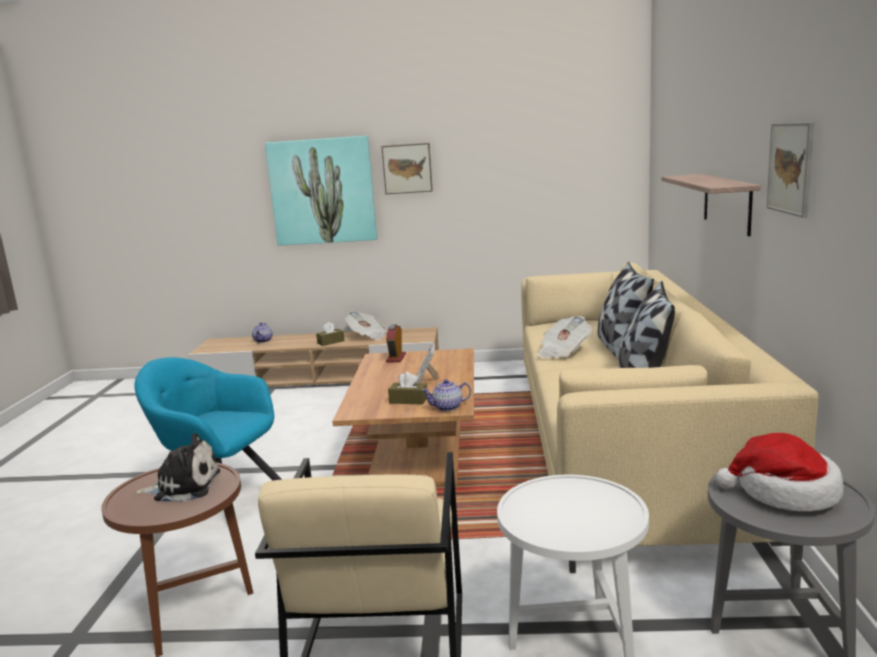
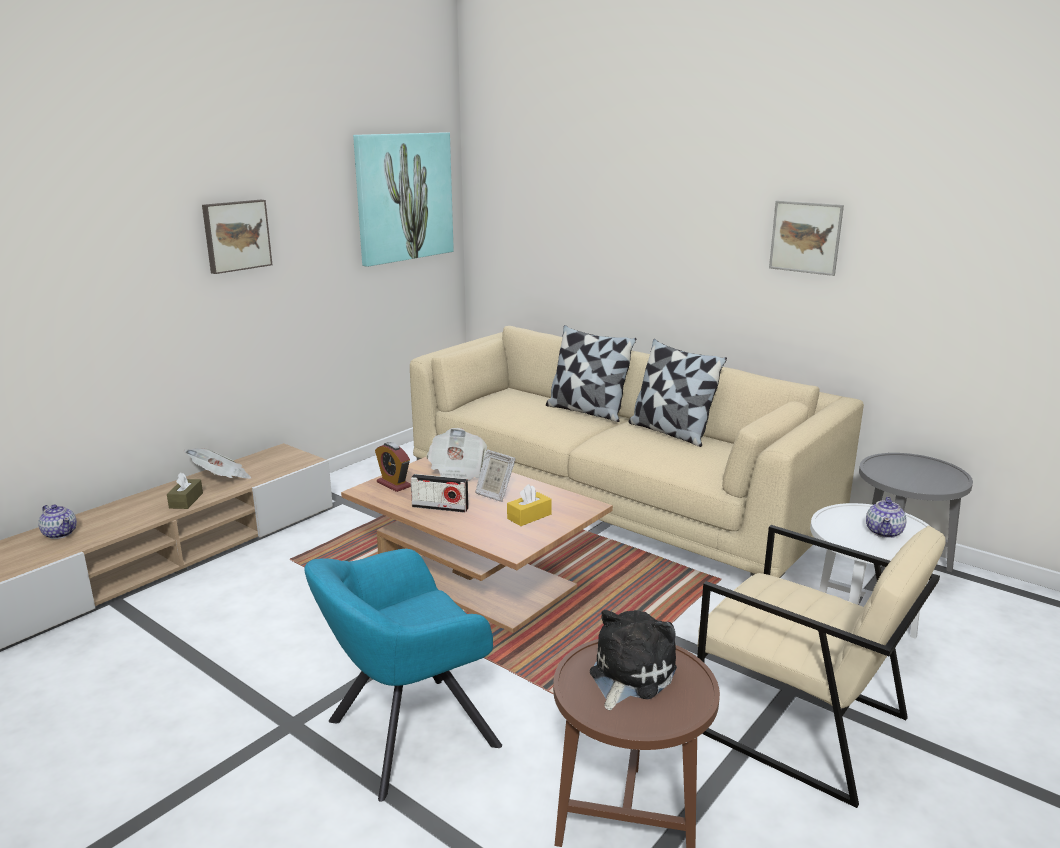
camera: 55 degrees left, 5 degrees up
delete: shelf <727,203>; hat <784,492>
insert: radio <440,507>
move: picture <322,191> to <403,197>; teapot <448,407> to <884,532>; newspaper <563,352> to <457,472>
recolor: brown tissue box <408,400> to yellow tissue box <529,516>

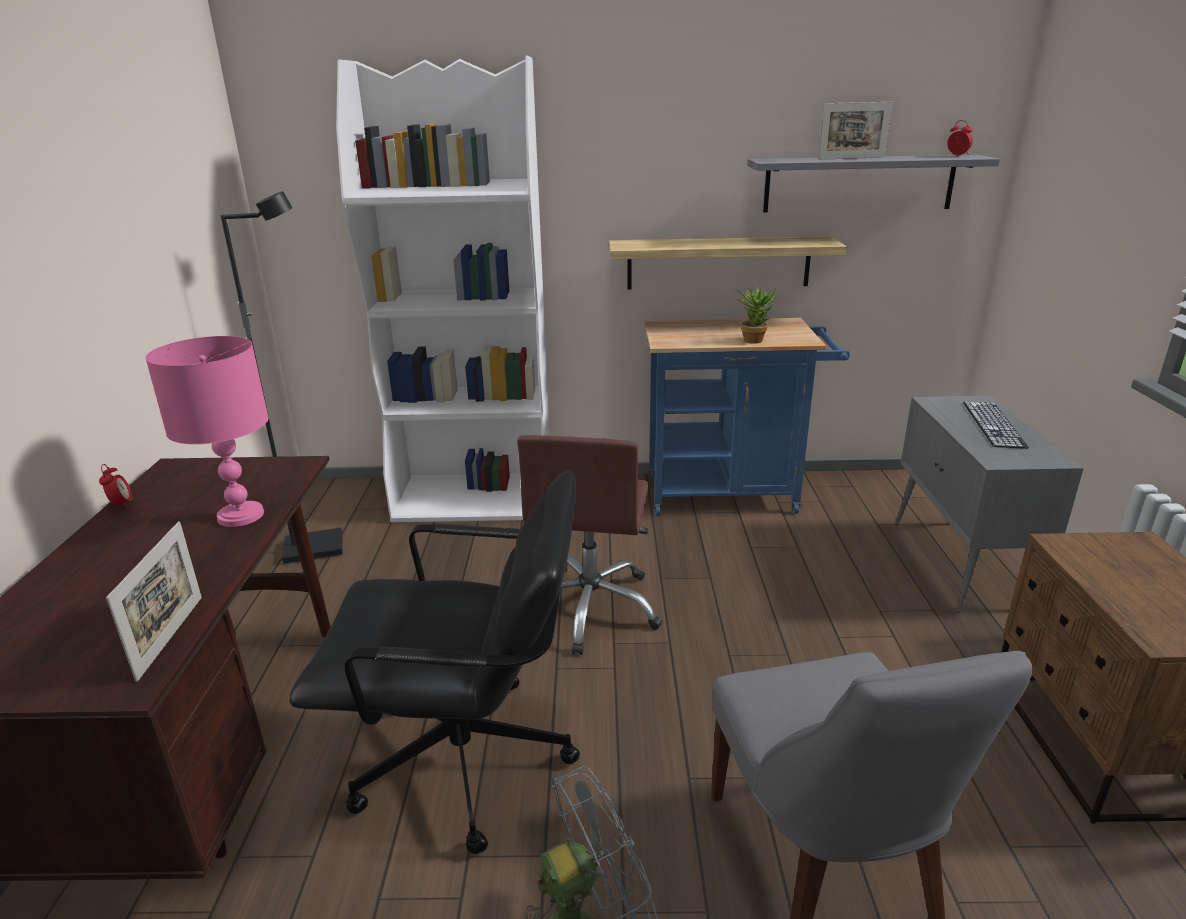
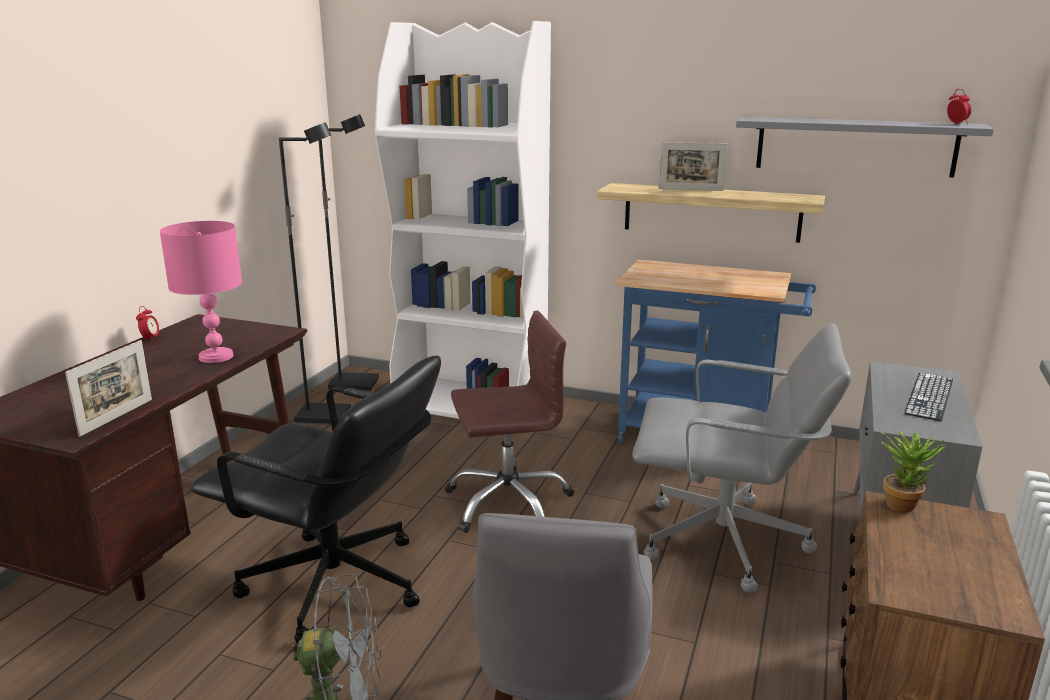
camera: 20 degrees right, 5 degrees down
insert: black floor lamp <355,384>; grey office chair <725,542>
move: potted plant <754,340> to <903,503>; picture frame <851,158> to <691,189>
rotate: brown office chair <591,608> = <508,502> 135 degrees counterclockwise

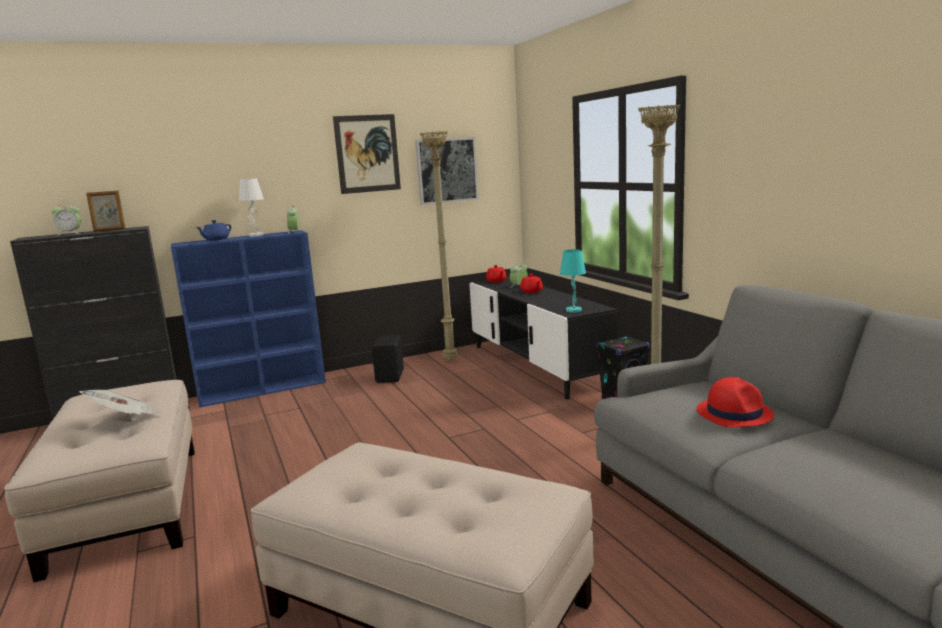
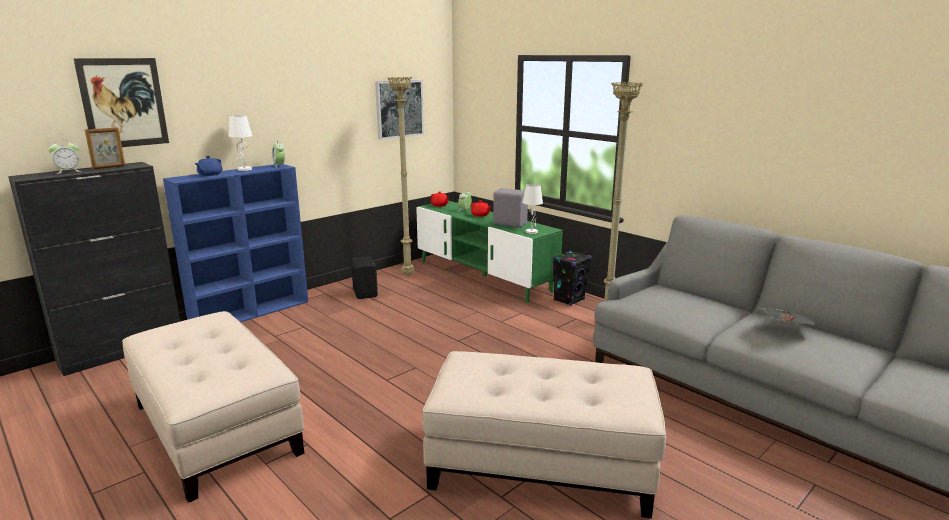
camera: 20 degrees left, 5 degrees up
delete: red hat <734,413>
insert: grey speaker <510,224>
move: newspaper <126,419> to <784,330>; picture <367,153> to <123,103>
recolor: black tv stand <535,365> to green tv stand <483,276>; turquoise table lamp <574,310> to white table lamp <532,232>

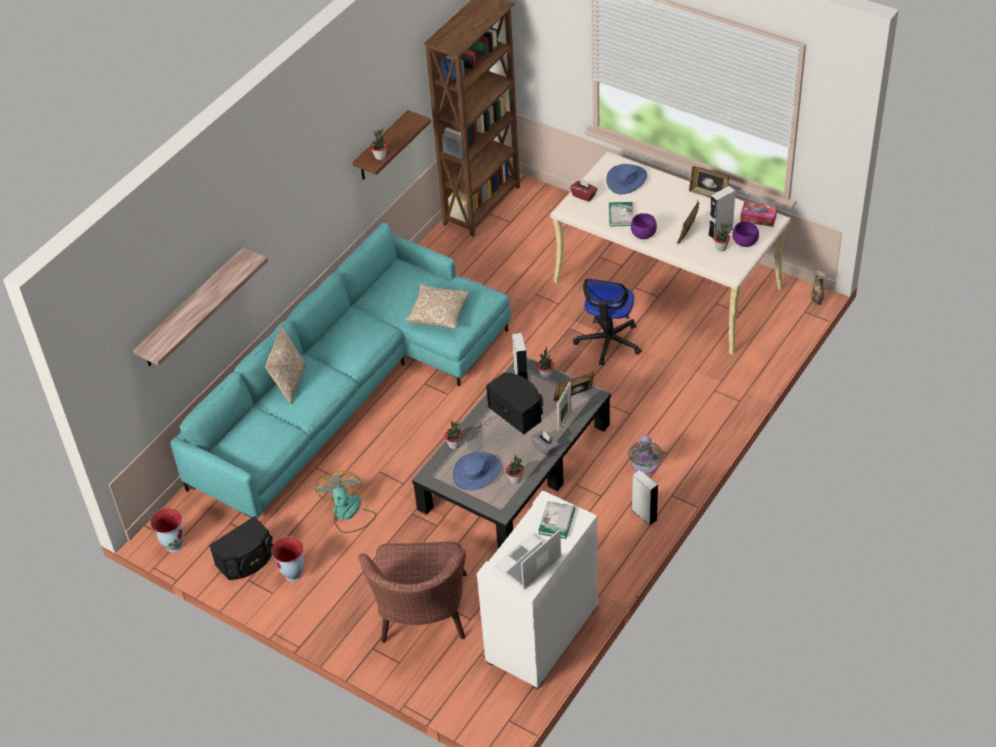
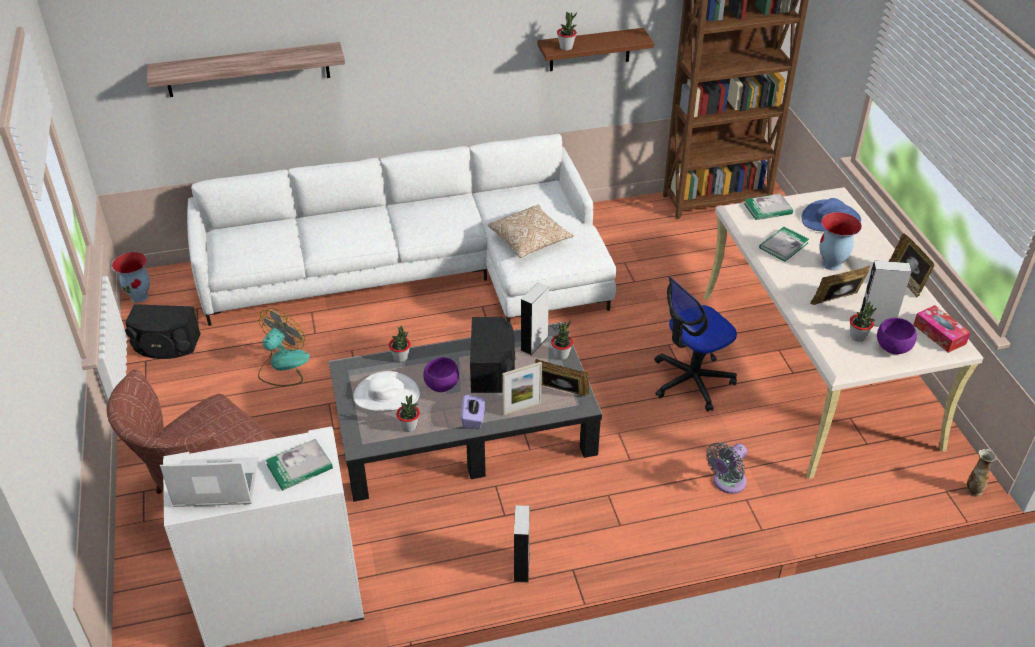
camera: 40 degrees right, 5 degrees down
delete: pillow <289,383>
move: vase <293,575> to <831,264>; grey fan <645,467> to <726,483>; purple bowl <642,235> to <441,385>
replace: red tissue box <584,195> to book <768,209>
recolor: turquoise sofa <350,388> to white sofa <420,271>; blue hat <477,472> to white hat <386,395>; grey tissue box <545,448> to purple tissue box <473,419>

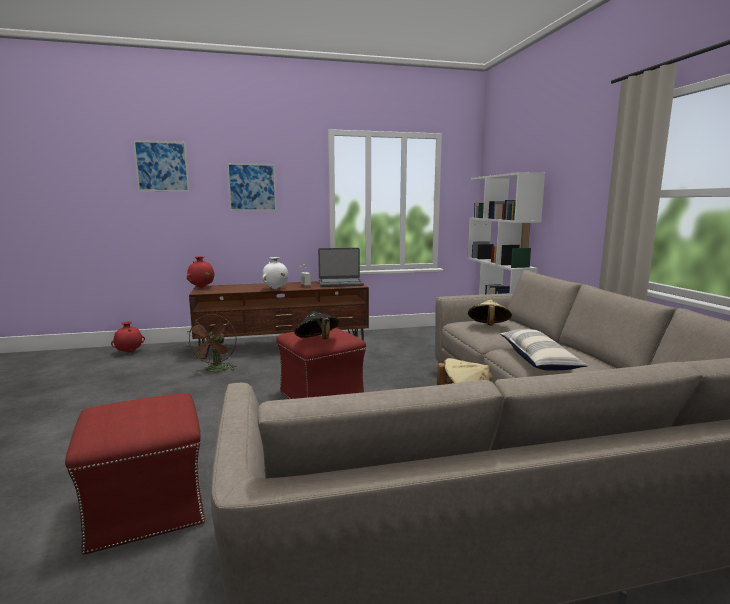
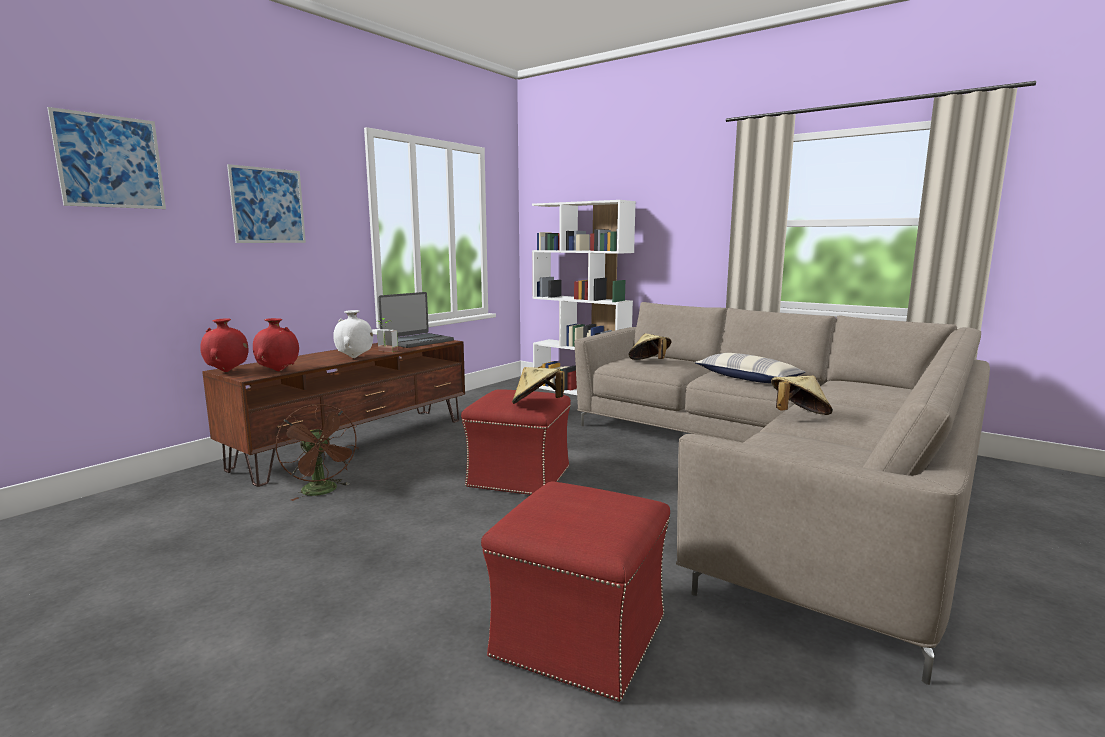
camera: 40 degrees left, 0 degrees up
move: red vase <129,352> to <278,371>
recolor: black hat <317,341> to beige hat <537,404>

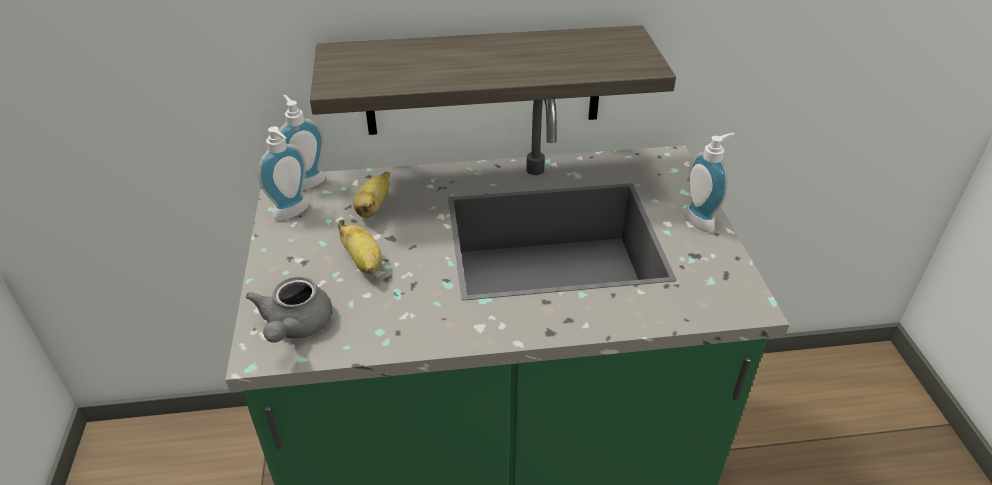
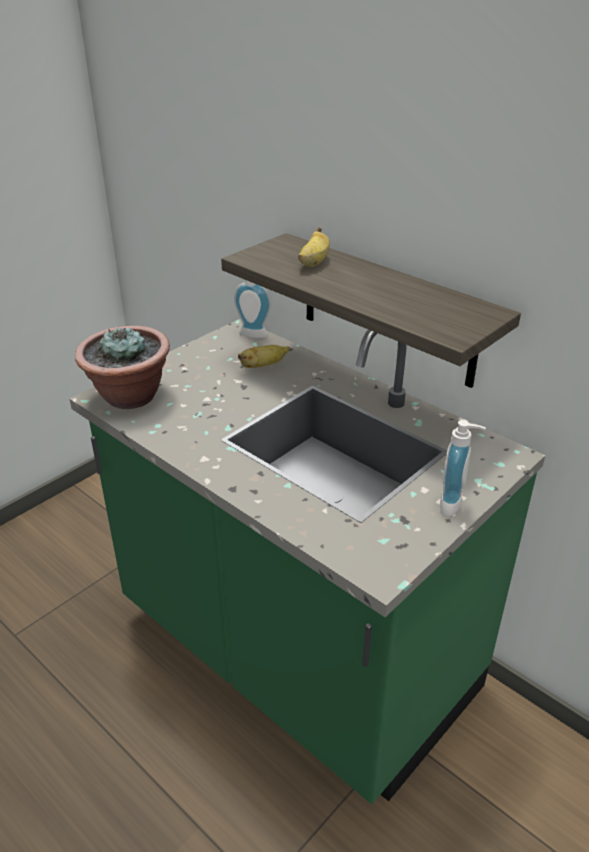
camera: 50 degrees right, 5 degrees down
delete: soap dispenser <294,213>
move: banana <364,262> to <314,262>
replace: grey teapot <295,327> to potted plant <129,396>

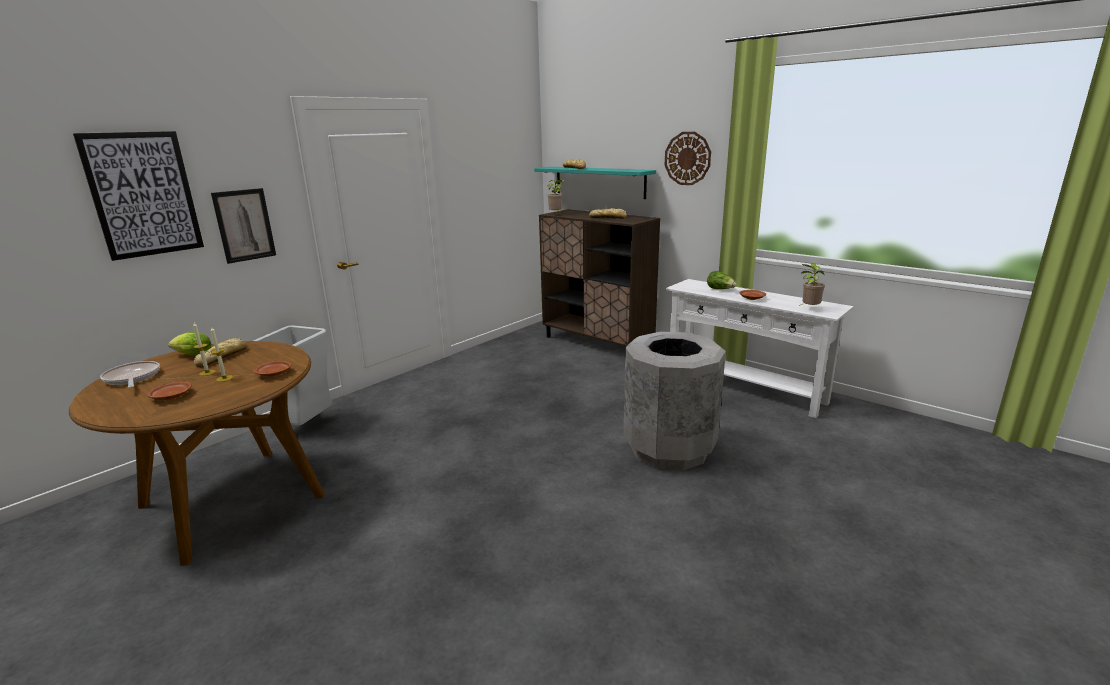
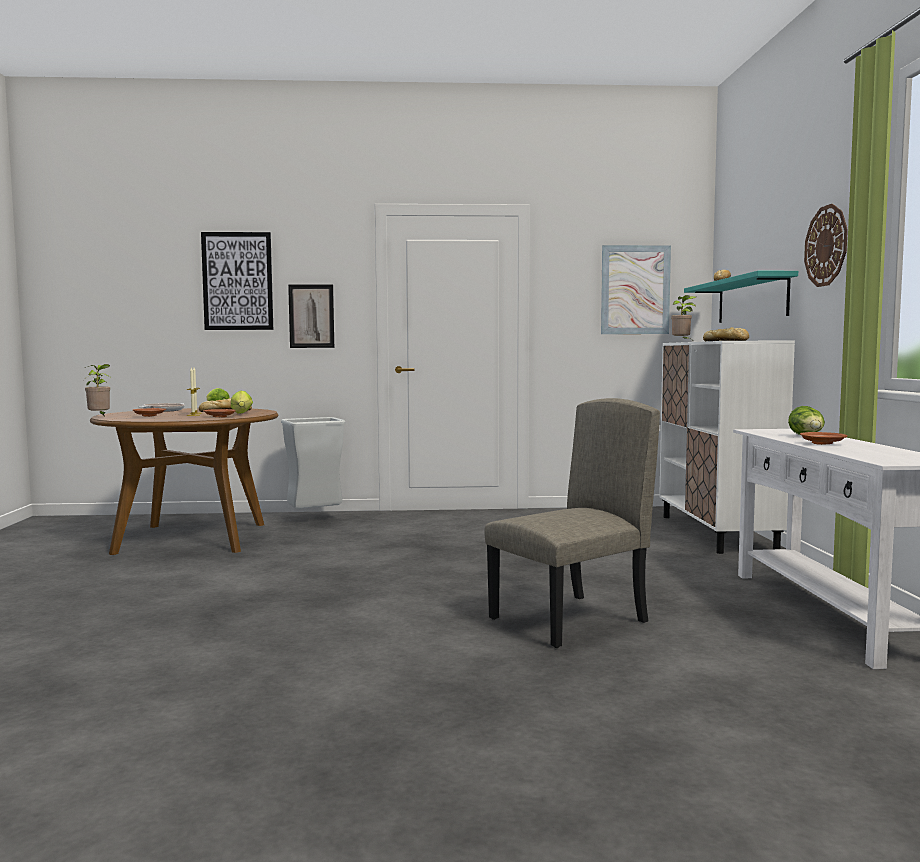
camera: 45 degrees right, 15 degrees down
insert: lettuce <242,414>; picture <635,290>
move: potted plant <809,308> to <100,417>
replace: grey trash can <669,448> to beige chair <569,620>
recolor: brown cabinet <597,343> to white cabinet <716,533>

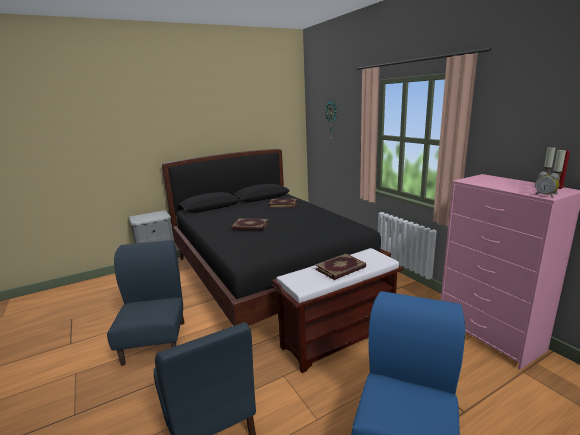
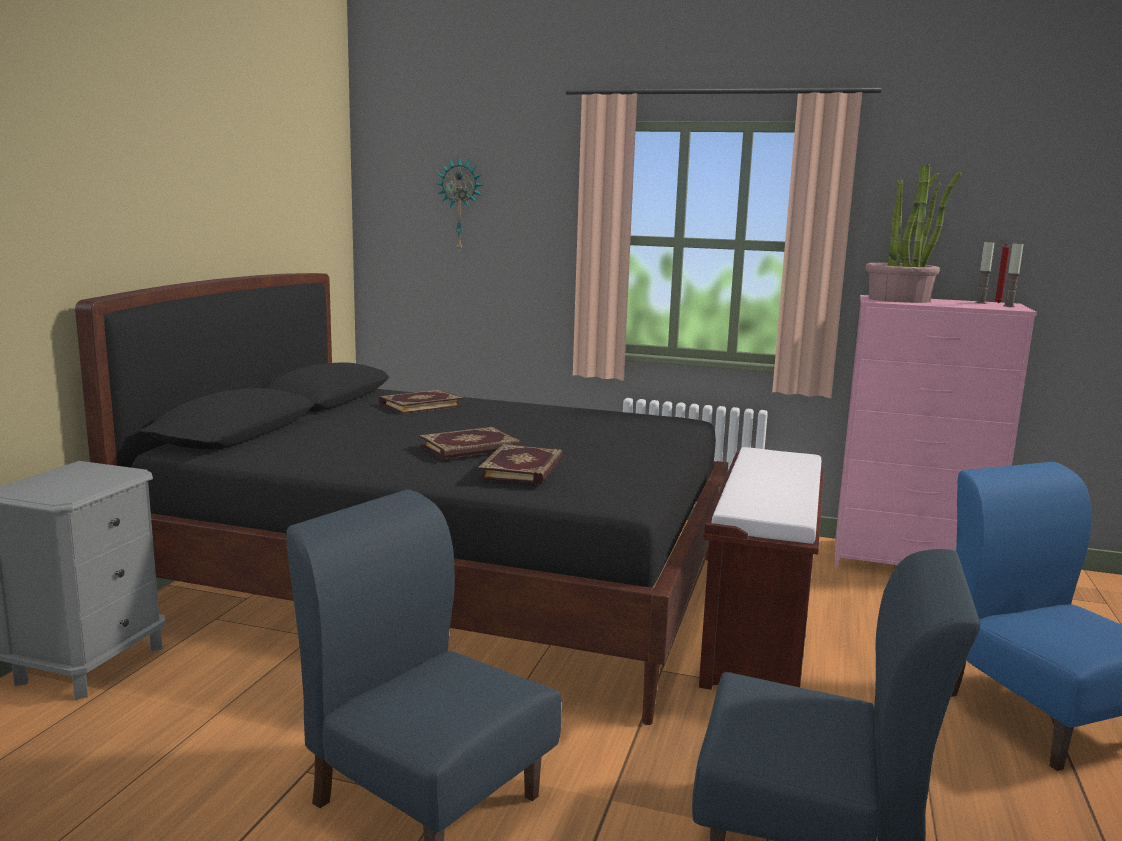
camera: 45 degrees left, 5 degrees down
delete: alarm clock <545,195>
insert: potted plant <899,299>
move: book <341,268> to <523,469>

